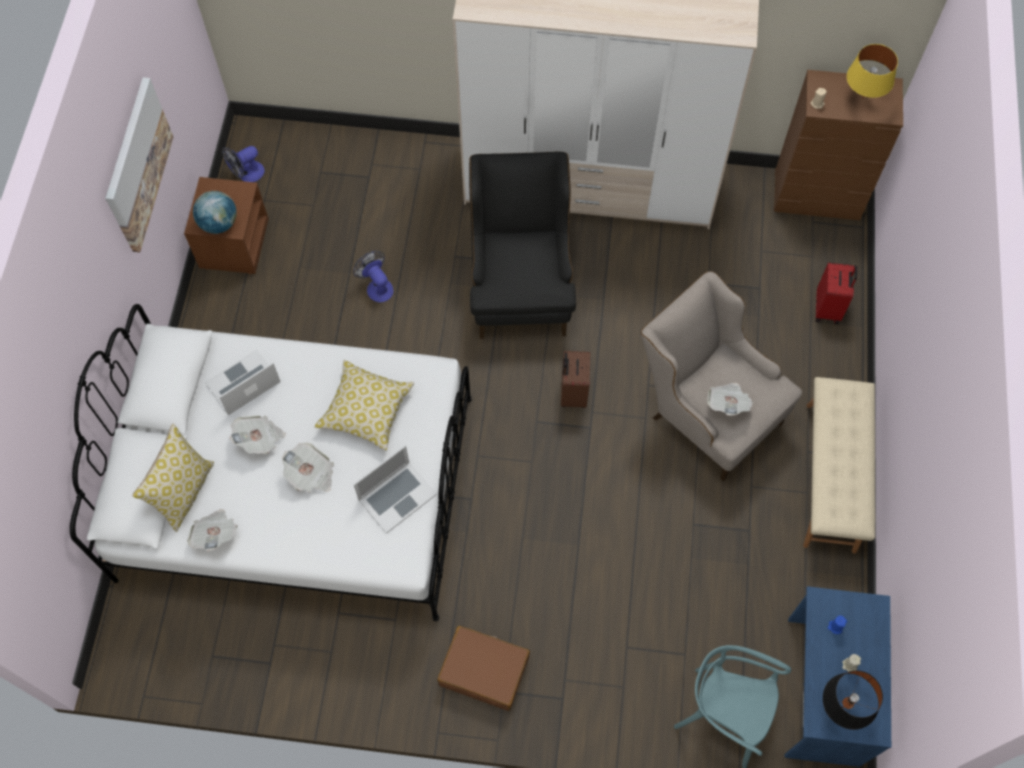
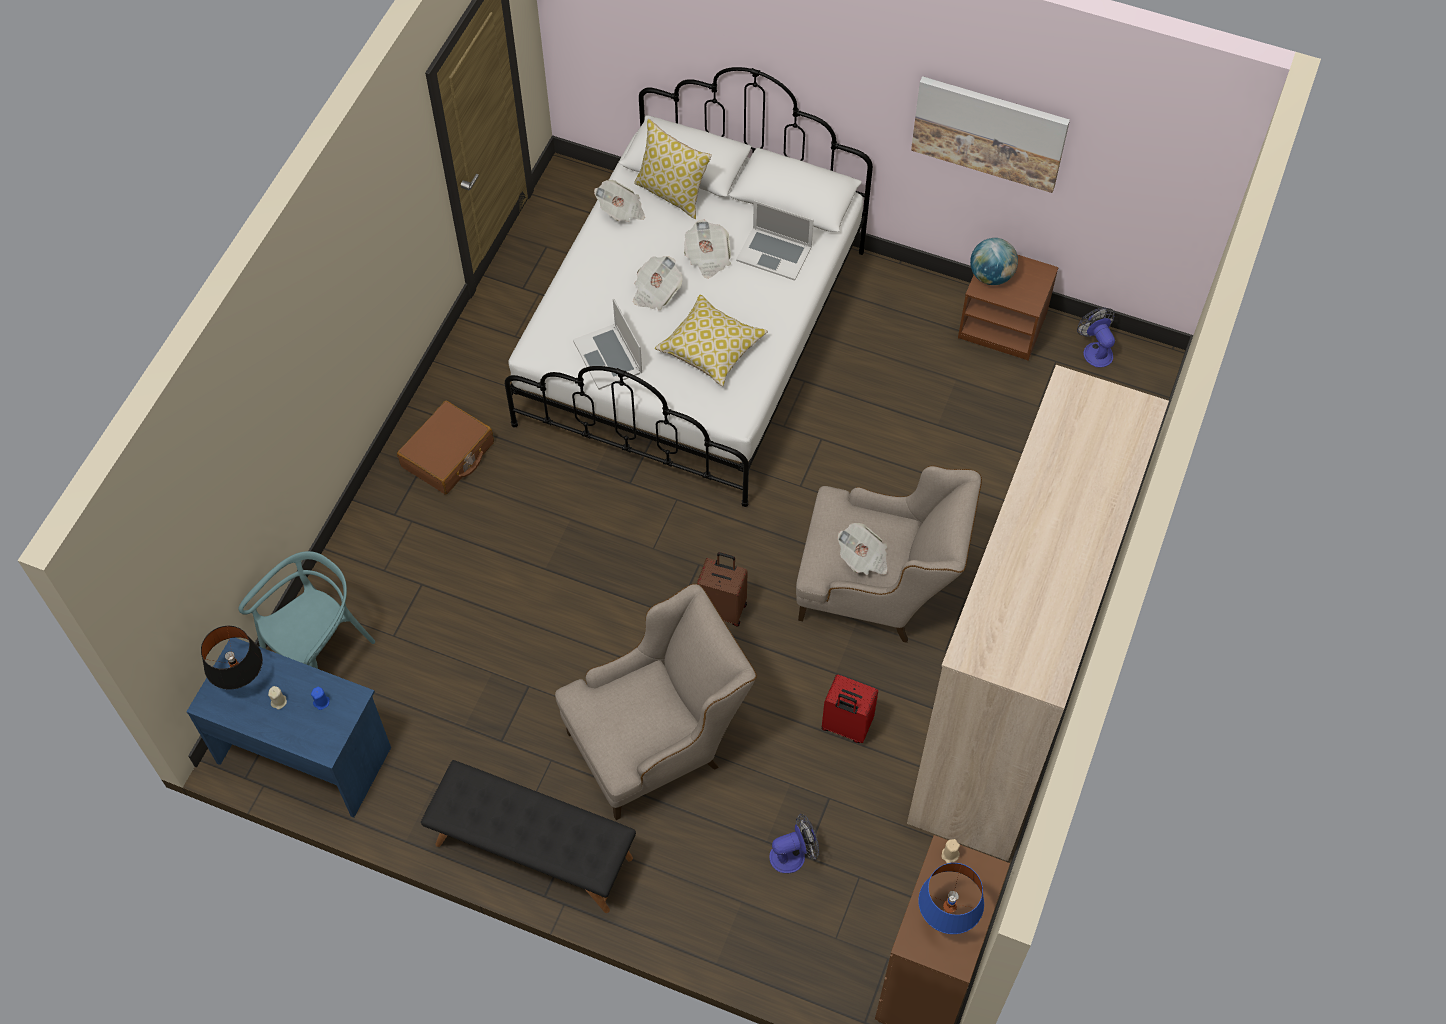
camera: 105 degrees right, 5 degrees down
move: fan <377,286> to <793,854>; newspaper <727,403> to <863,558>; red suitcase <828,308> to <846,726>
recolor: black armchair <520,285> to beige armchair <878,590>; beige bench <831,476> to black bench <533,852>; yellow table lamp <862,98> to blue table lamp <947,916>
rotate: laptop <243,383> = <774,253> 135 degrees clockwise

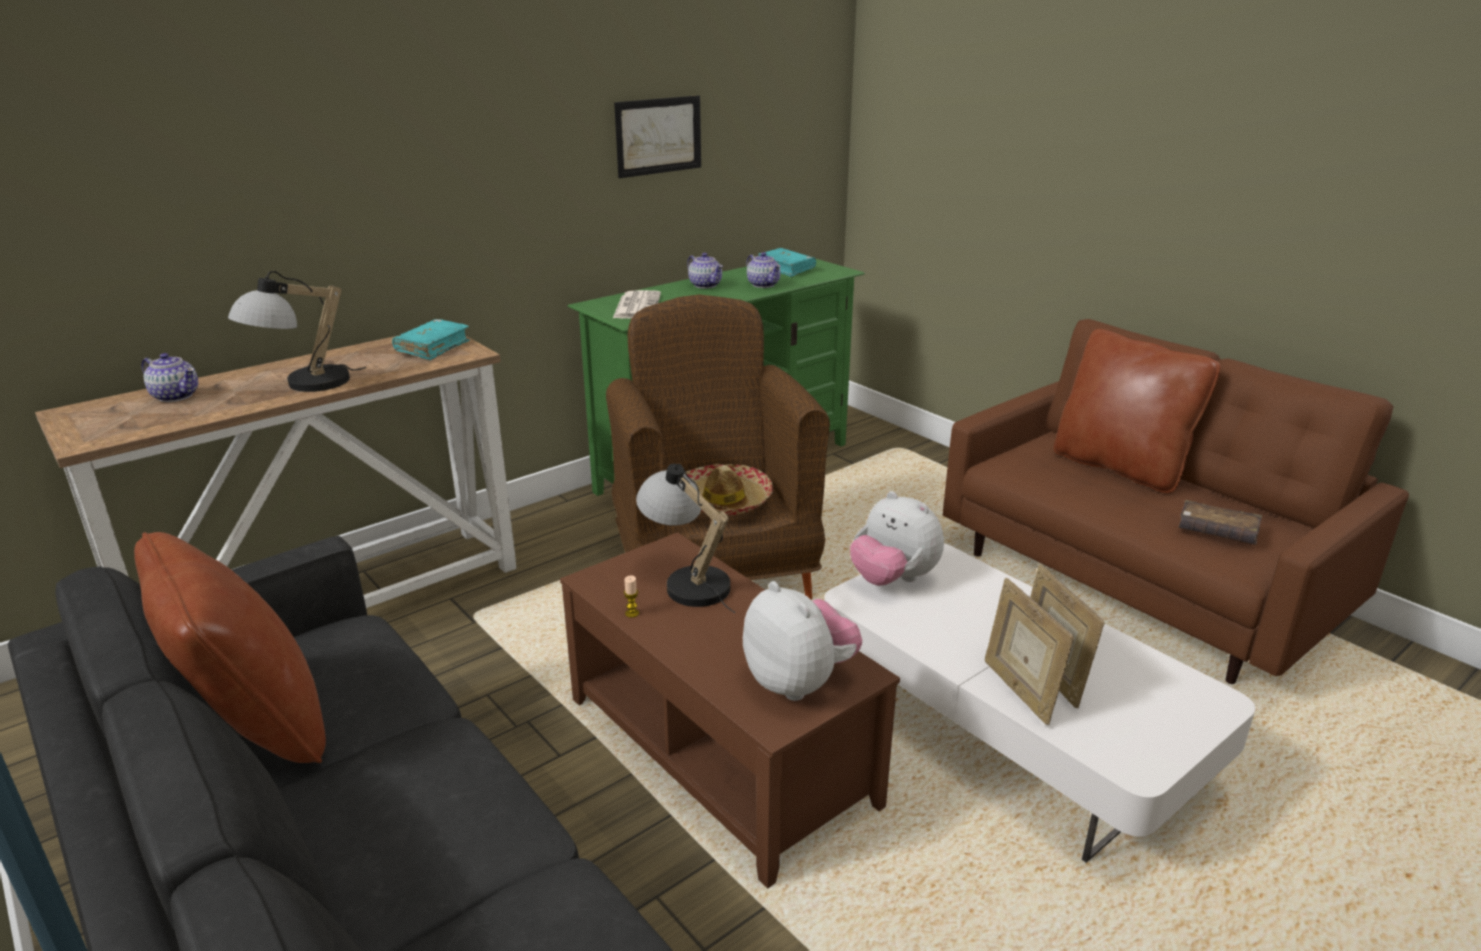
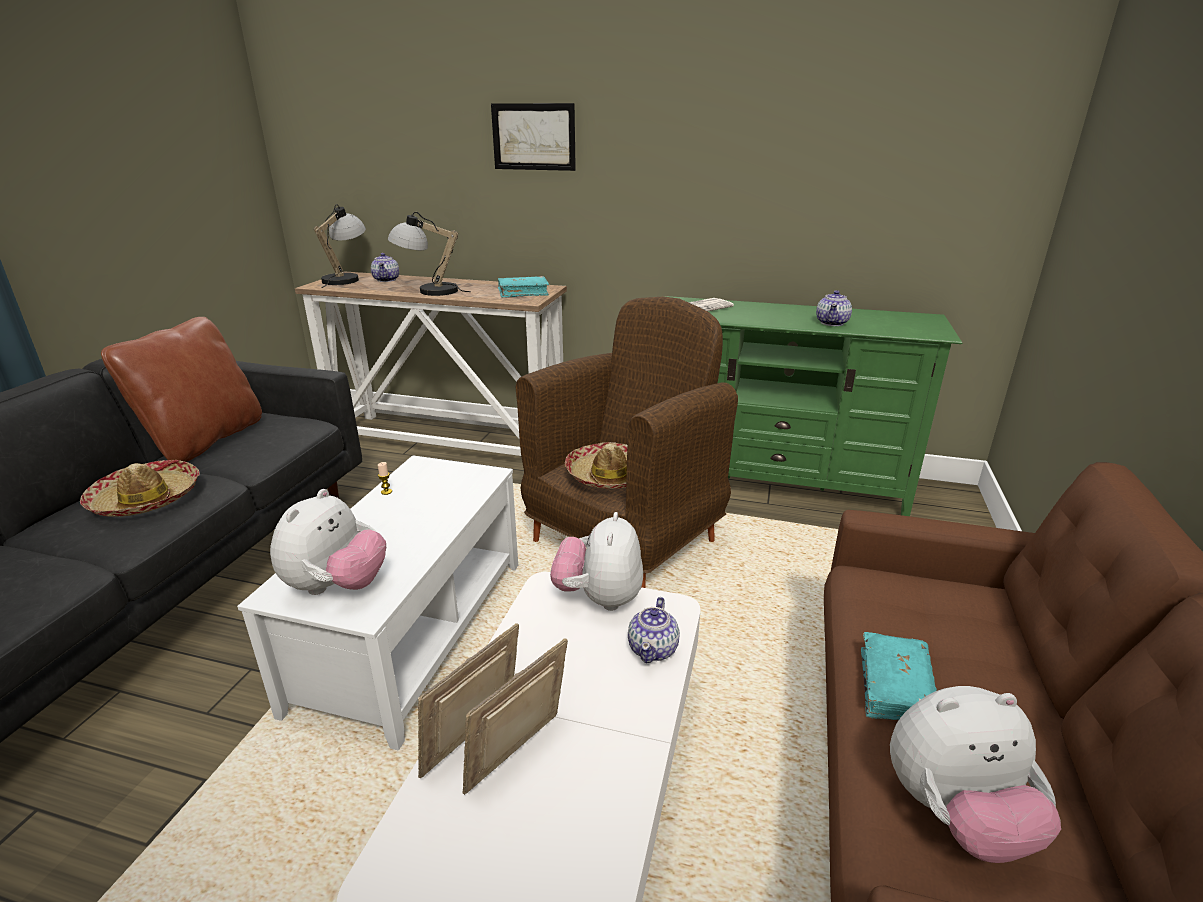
camera: 55 degrees right, 0 degrees up
delete: brown pillow <1120,467>
insert: hat <146,499>
move: picture <658,136> to <533,137>; table lamp <687,581> to <346,279>; teapot <705,285> to <653,649>; turquoise book <786,269> to <895,688>
replace: brown book <1216,532> to plush toy <955,815>
recolor: brown coffee table <717,751> to white coffee table <414,632>

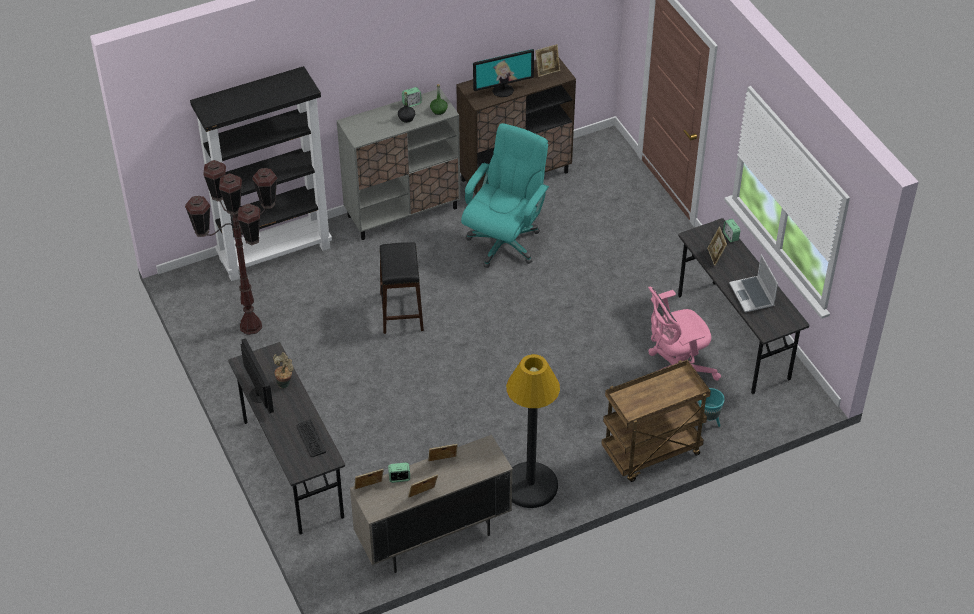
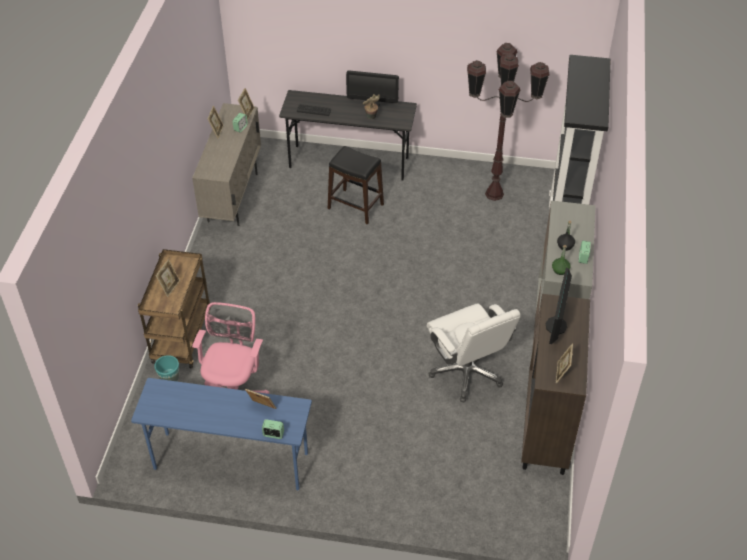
camera: 125 degrees right, 0 degrees up
delete: black floor lamp <530,486>; laptop <752,295>
move: black stool <402,311> to <355,207>; picture frame <443,462> to <169,287>
recolor: turquoise office chair <504,242> to white office chair <467,372>; grey desk <734,337> to blue desk <230,461>

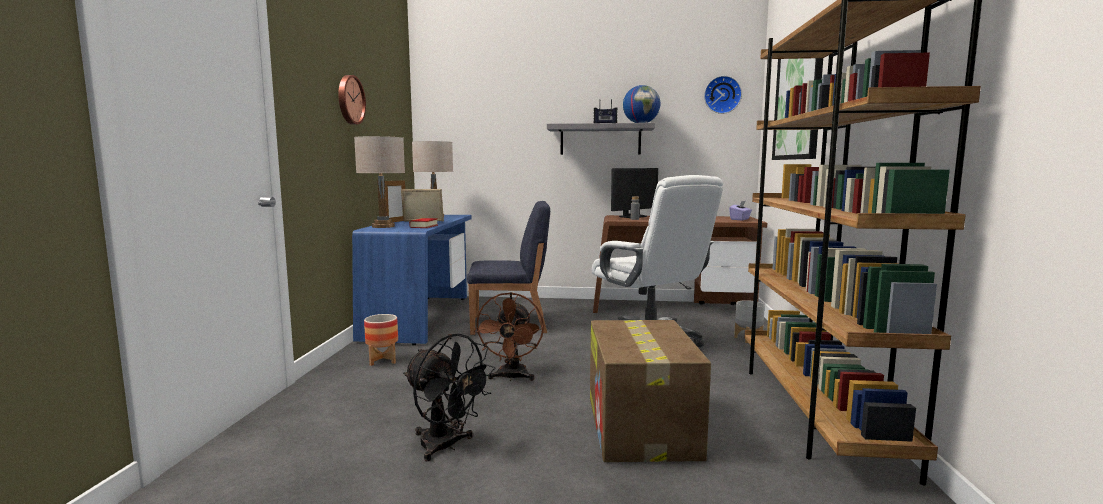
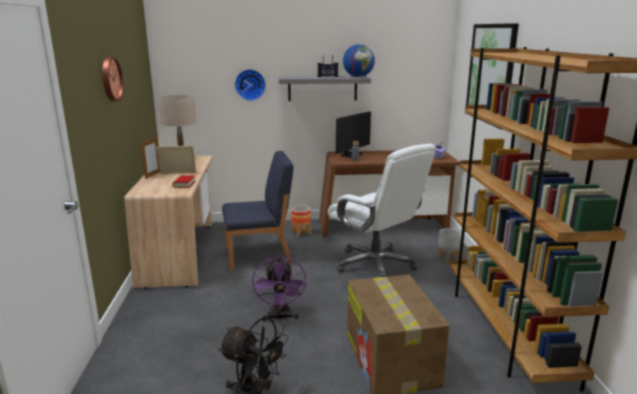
camera: 10 degrees left, 10 degrees up
delete: beige table lamp <383,226>
move: planter <382,360> to <301,233>; wall clock <722,95> to <250,84>
recolor: blue desk <421,318> to beige desk <181,252>; brown fan <511,377> to purple fan <280,317>

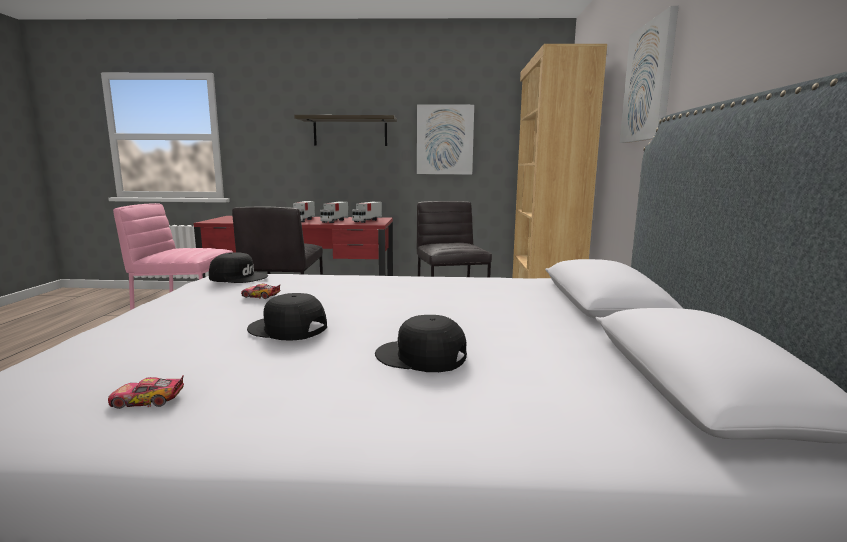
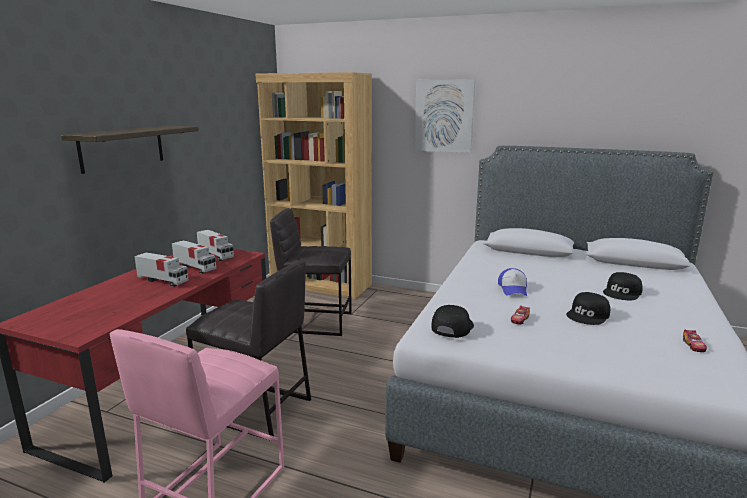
camera: 70 degrees left, 5 degrees up
delete: picture <445,140>
insert: cap <513,289>

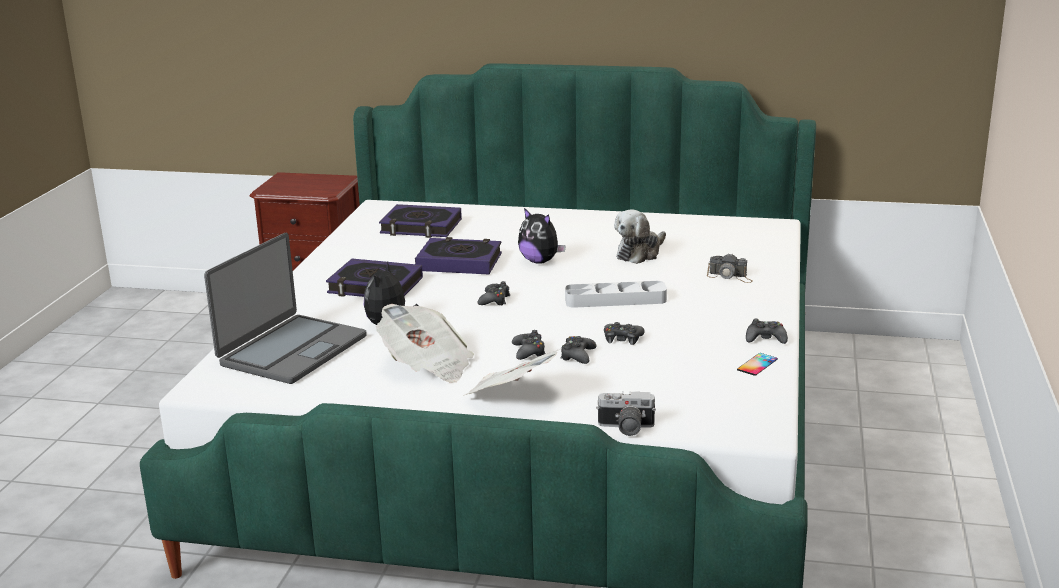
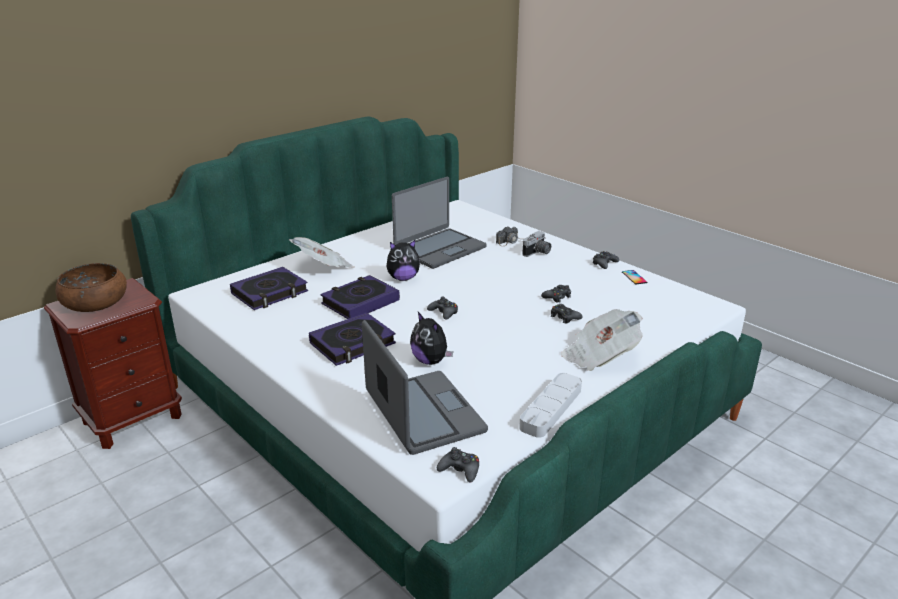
camera: 55 degrees left, 5 degrees up
insert: brown bowl <95,302>
move: newspaper <427,366> to <324,268>; black game controller <529,352> to <460,470>; grey tray <615,300> to <551,408>; photo camera <625,428> to <537,253>
replace: plush toy <640,253> to laptop <439,249>

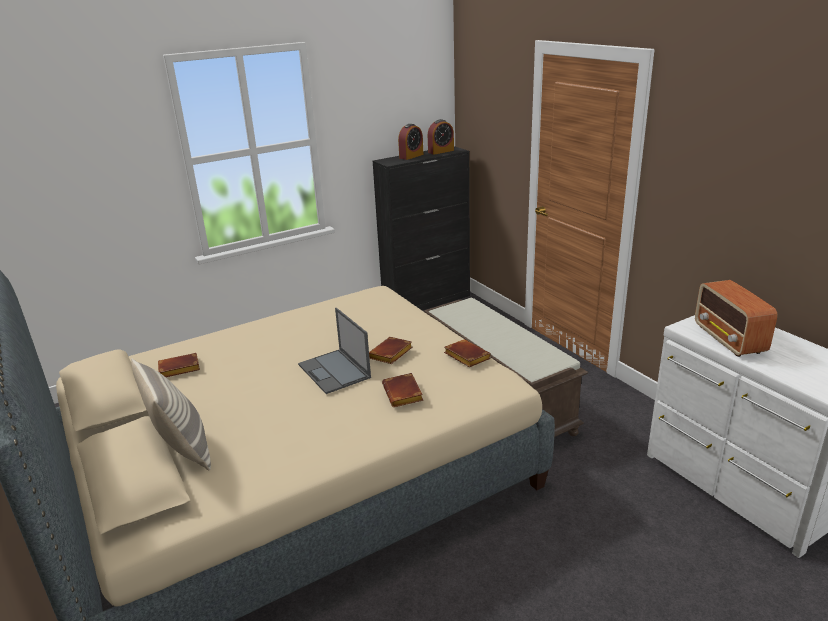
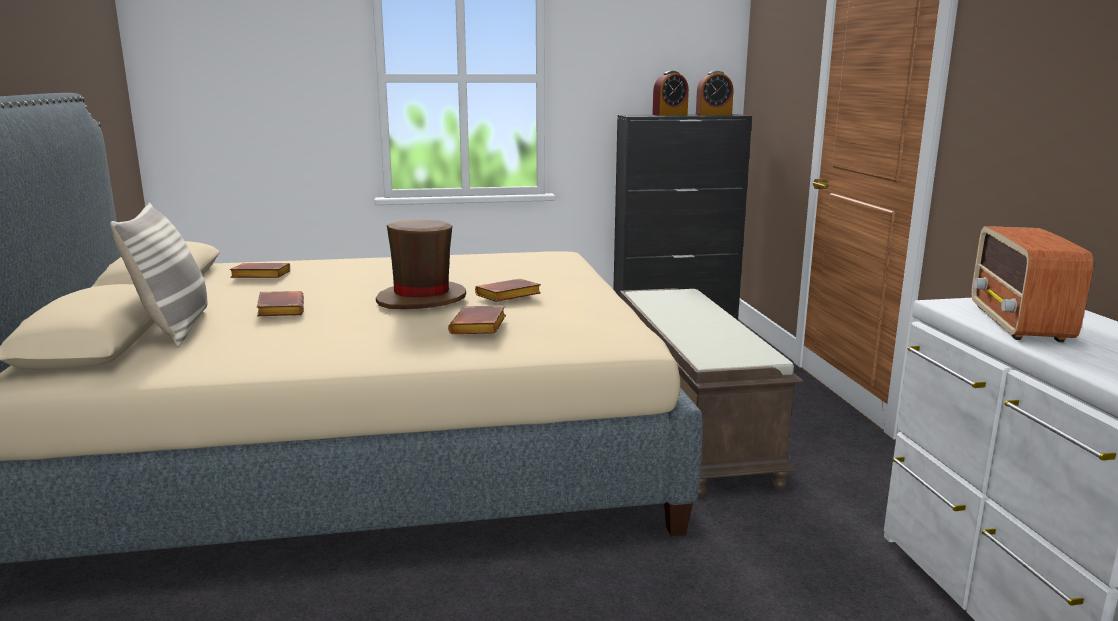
camera: 20 degrees right, 10 degrees down
move: brown book <465,356> to <279,309>
replace: laptop <335,371> to brown hat <422,299>

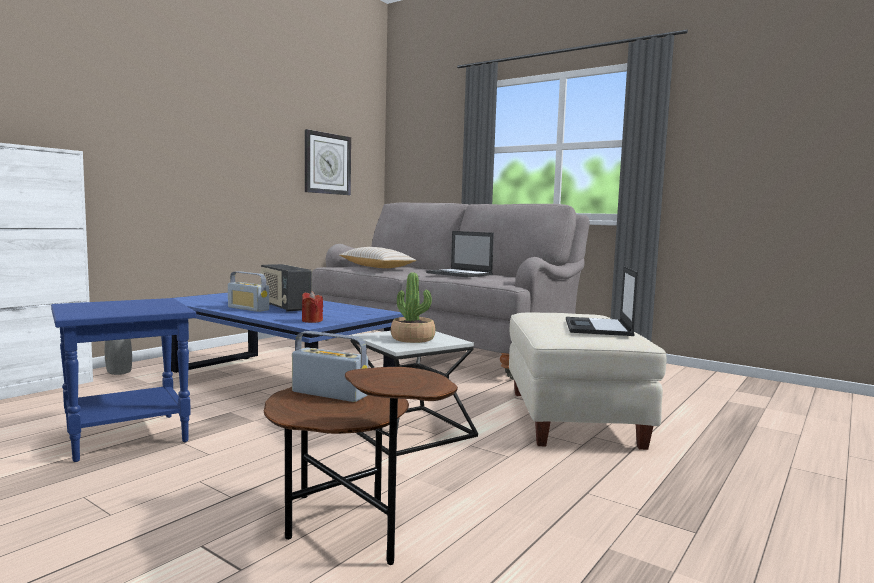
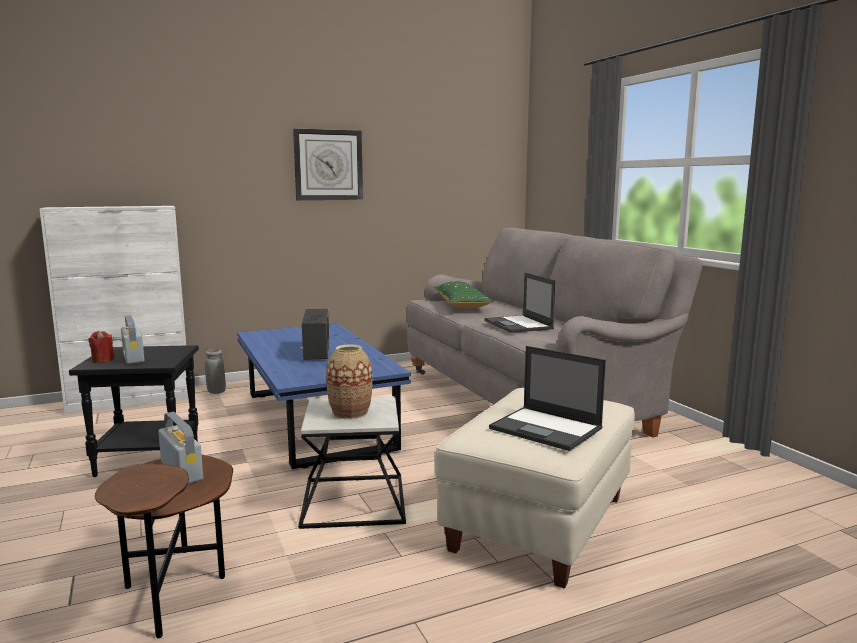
camera: 30 degrees right, 5 degrees up
move: radio <248,309> to <133,357>; red candle <312,321> to <103,360>; wall clock <327,163> to <328,165>
replace: potted plant <413,339> to vase <350,413>
recolor: blue side table <128,436> to black side table <149,459>; beige pillow <376,267> to green pillow <461,304>
rotate: laptop <598,327> = <547,429> 90 degrees counterclockwise

